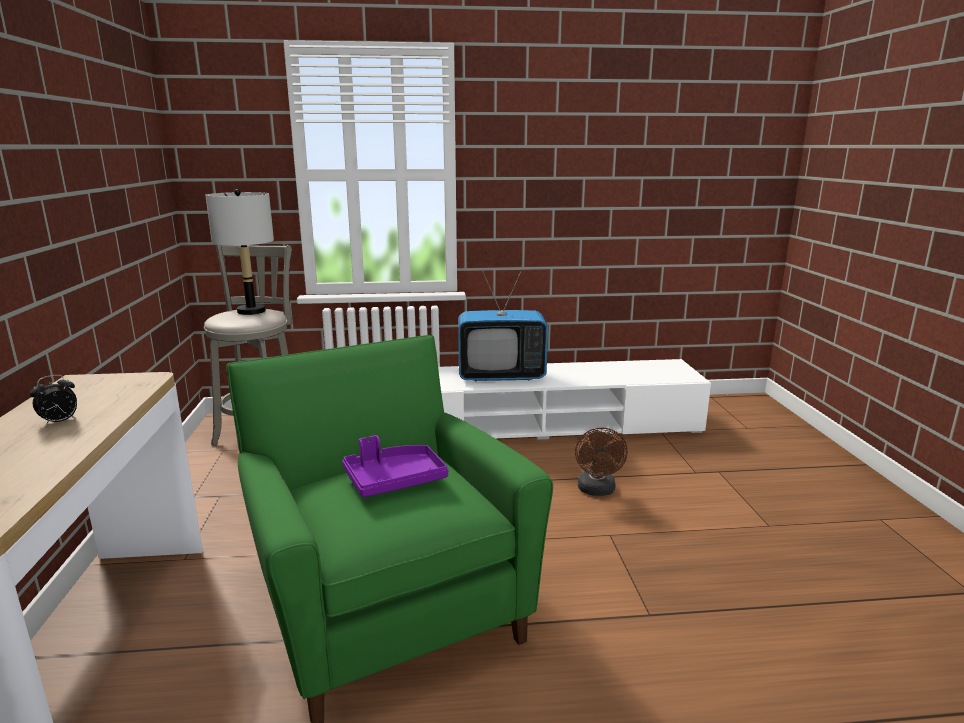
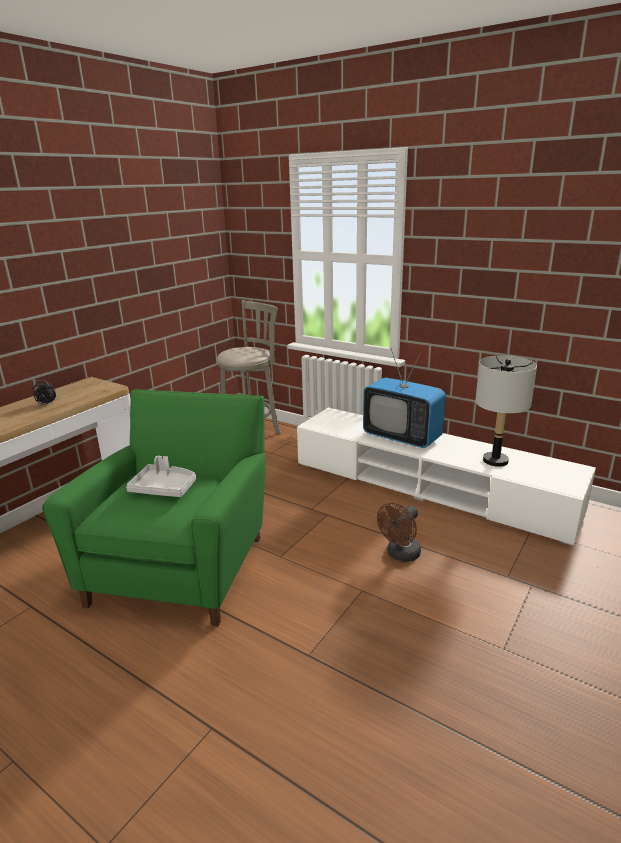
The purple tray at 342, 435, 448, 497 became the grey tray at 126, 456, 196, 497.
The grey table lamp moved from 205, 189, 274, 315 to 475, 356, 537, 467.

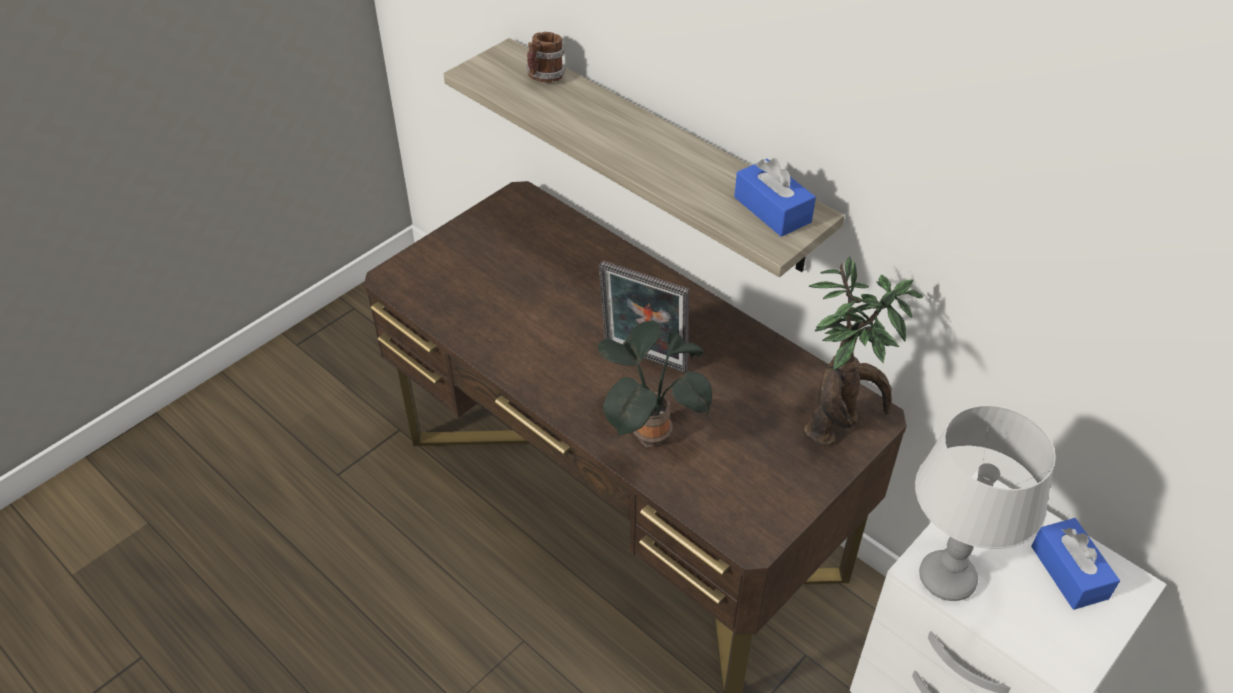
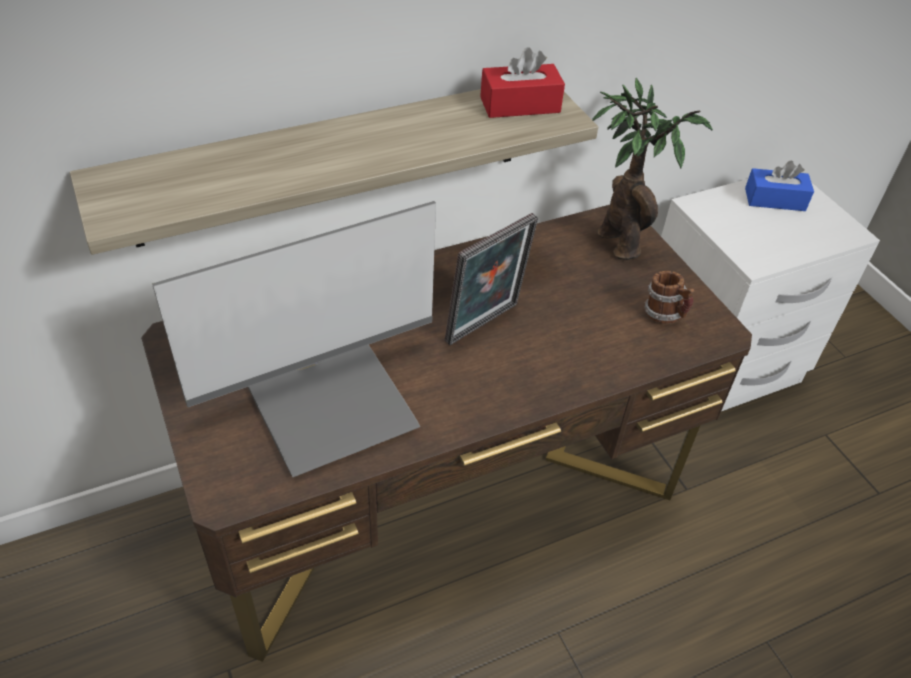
The monitor at 152, 201, 436, 477 appeared.
The blue tissue box at 734, 158, 816, 237 became the red tissue box at 480, 47, 565, 118.
The mug moved from 526, 32, 566, 82 to 645, 271, 695, 324.
The potted plant at 598, 321, 712, 448 disappeared.
The grey table lamp at 915, 405, 1056, 601 disappeared.

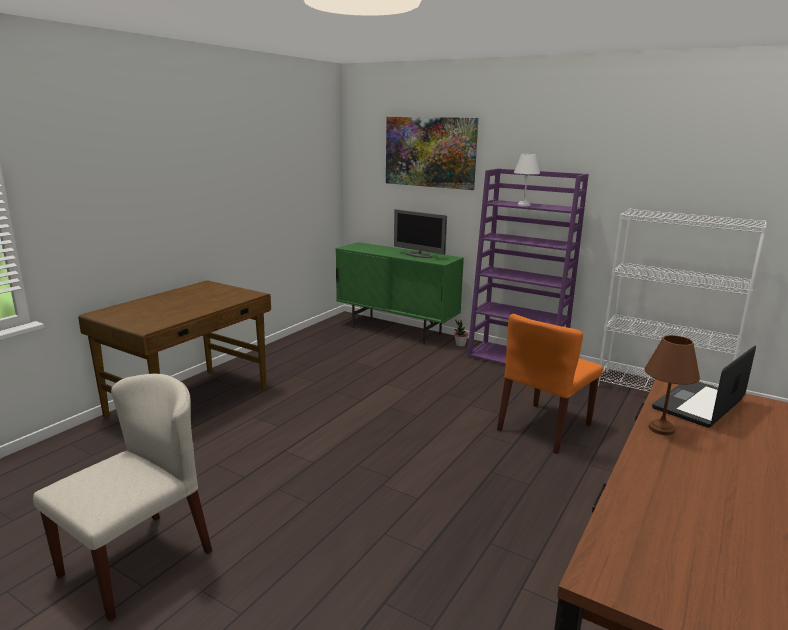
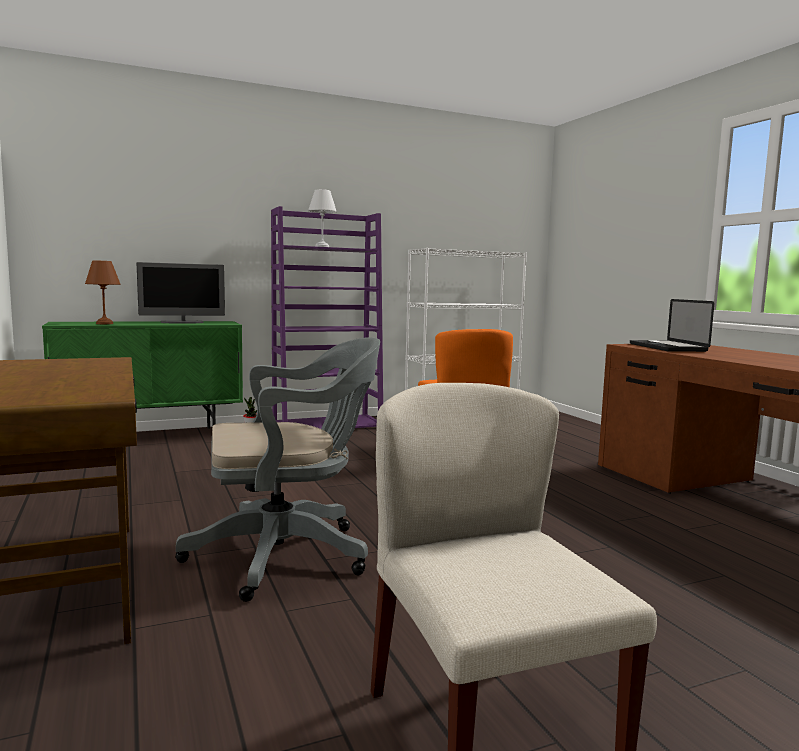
The brown table lamp moved from 645, 335, 700, 435 to 85, 260, 120, 324.
The grey office chair at 175, 337, 380, 602 appeared.
The picture at 386, 117, 478, 190 disappeared.

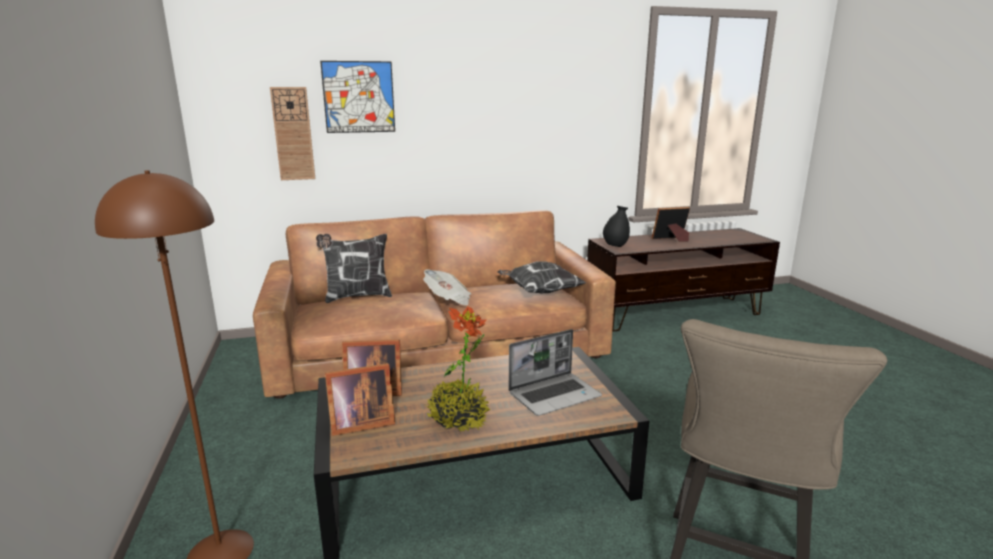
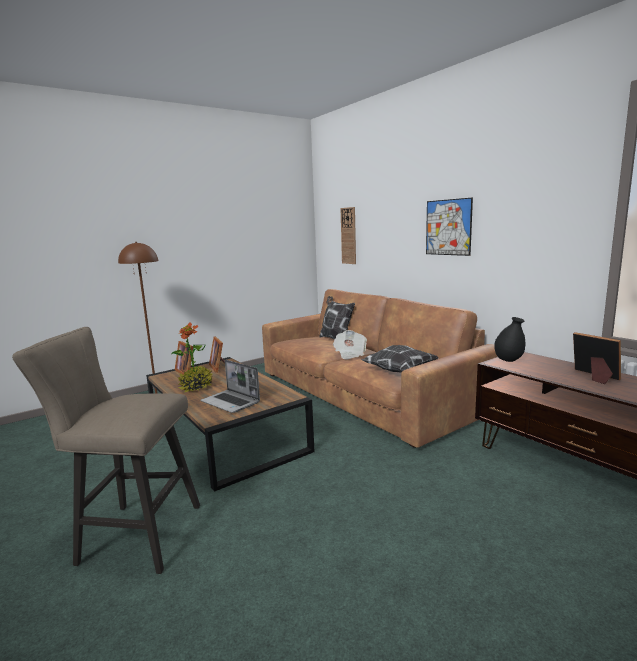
The picture moved from 320, 61, 395, 133 to 426, 198, 473, 256.

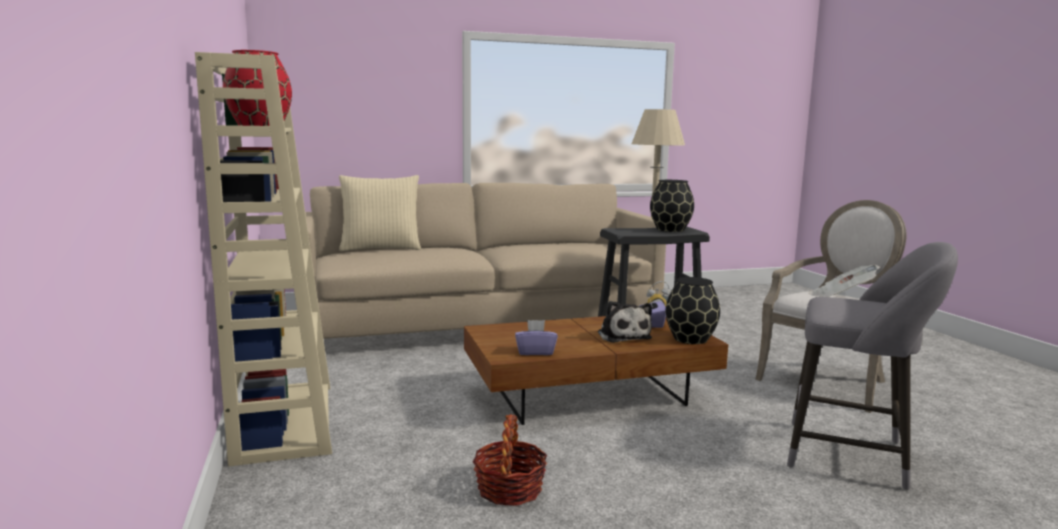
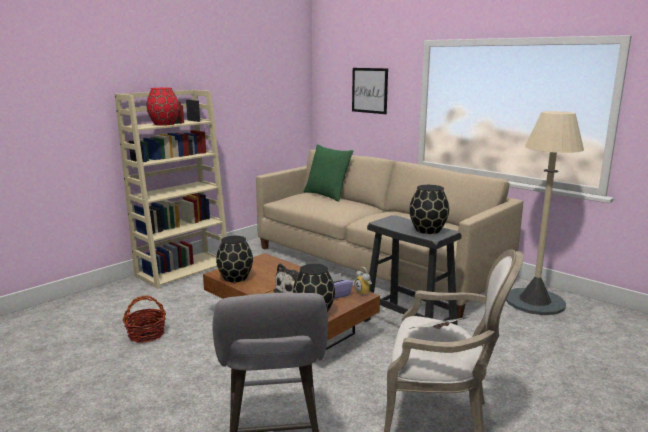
The purple tissue box at 515, 320, 558, 355 was replaced by the black vase at 216, 236, 253, 282.
The beige pillow at 339, 175, 422, 251 became the green pillow at 304, 144, 353, 202.
The picture at 352, 68, 388, 114 appeared.

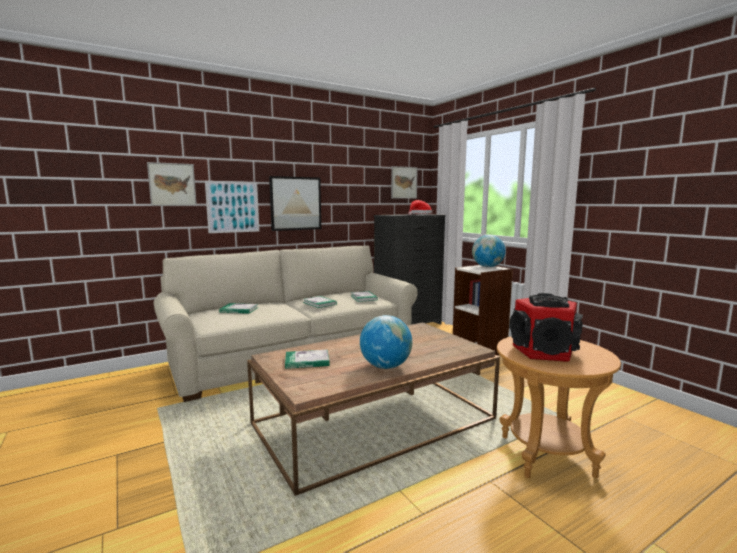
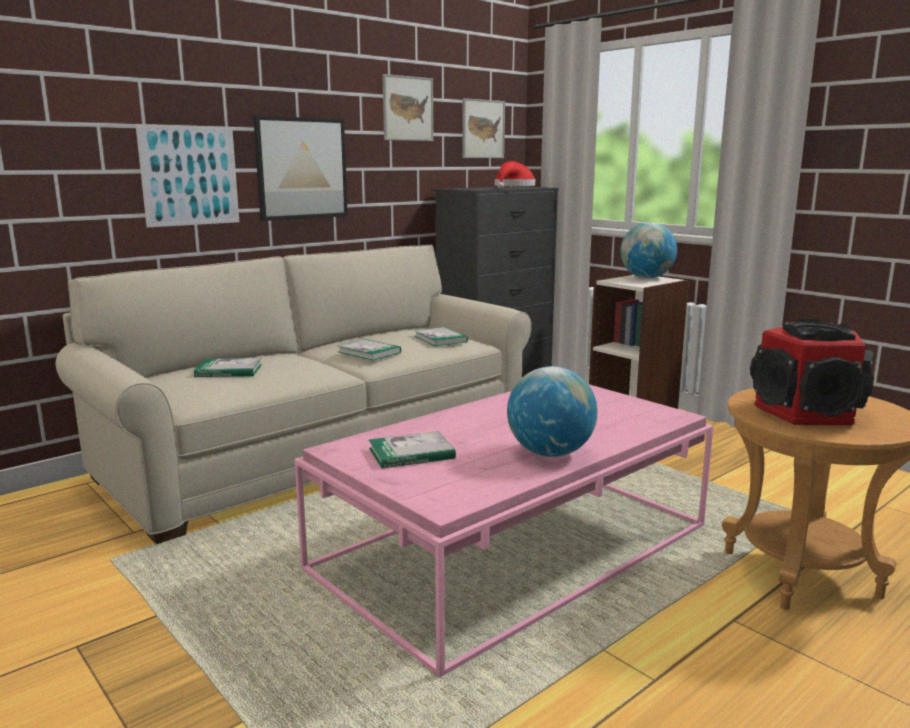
The brown coffee table at 247, 322, 500, 496 became the pink coffee table at 295, 384, 714, 677.
The picture moved from 147, 162, 197, 206 to 382, 74, 433, 141.

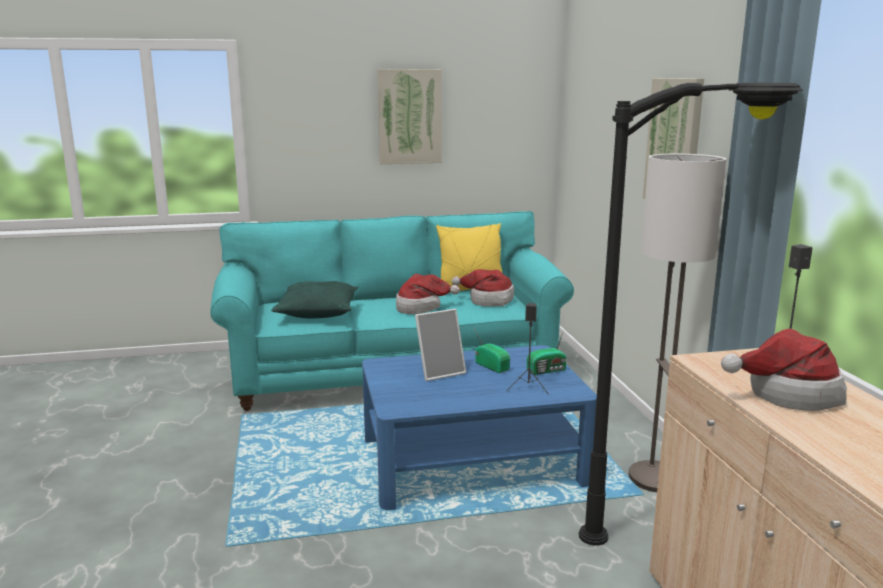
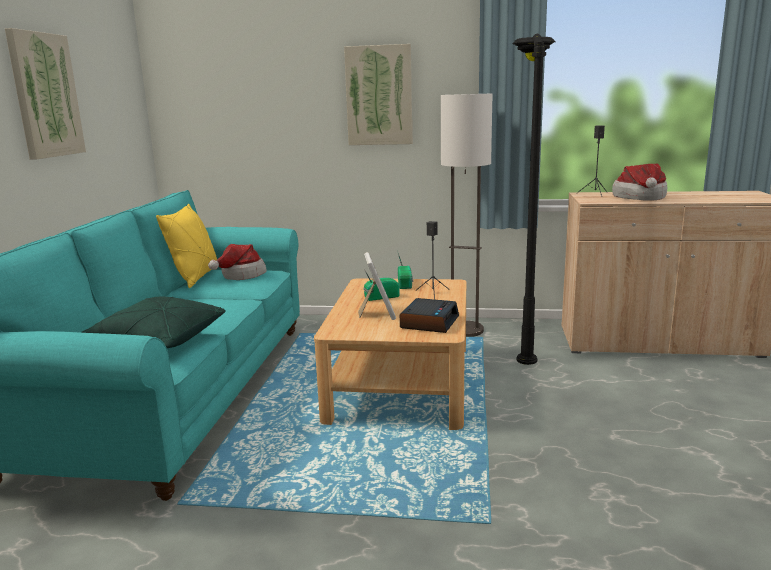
The blue coffee table at 362, 345, 597, 510 became the beige coffee table at 314, 278, 467, 430.
The alarm clock at 400, 298, 459, 333 appeared.
The hat at 396, 274, 460, 314 disappeared.

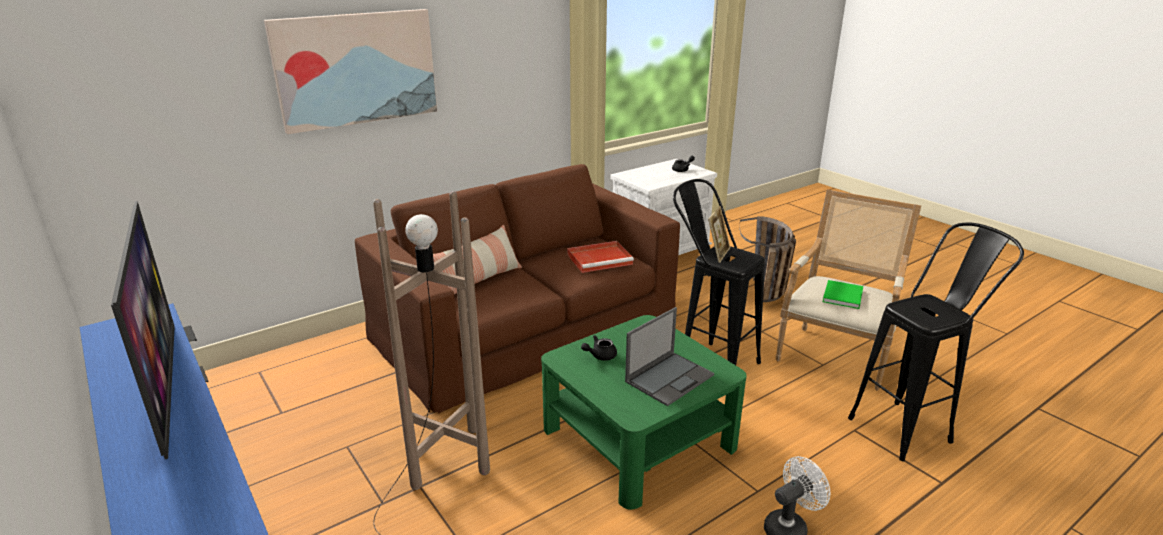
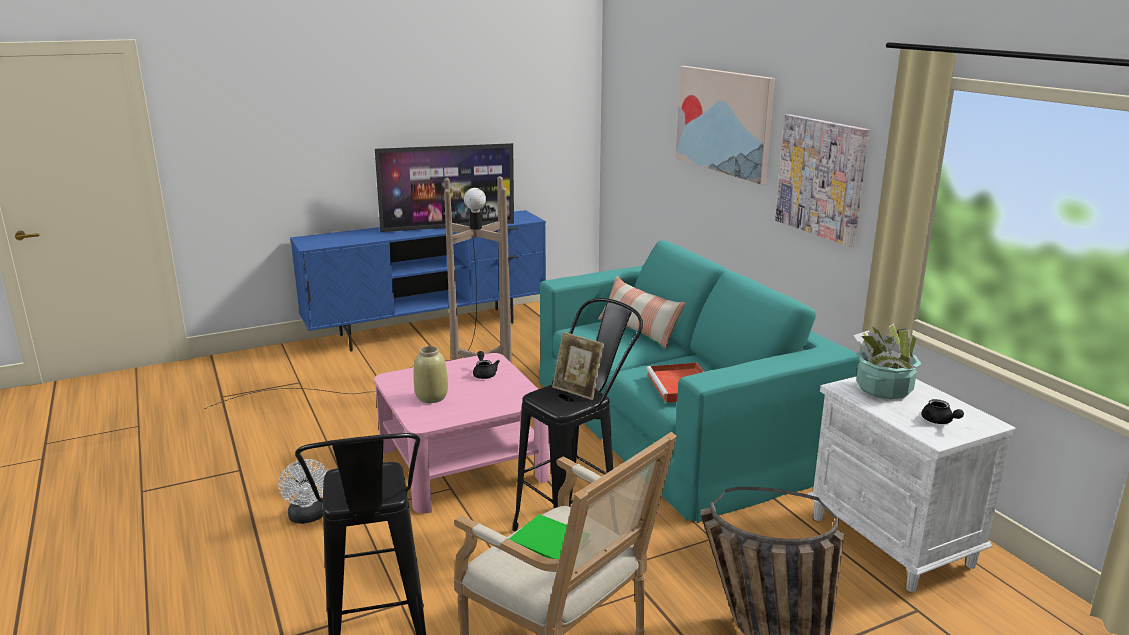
The green coffee table at 541, 315, 747, 510 became the pink coffee table at 374, 353, 550, 514.
The laptop at 625, 307, 714, 406 was replaced by the beige vase at 414, 346, 448, 403.
The brown sofa at 355, 164, 680, 414 became the turquoise sofa at 539, 240, 860, 523.
The picture at 775, 114, 869, 247 appeared.
The potted plant at 854, 323, 921, 399 appeared.

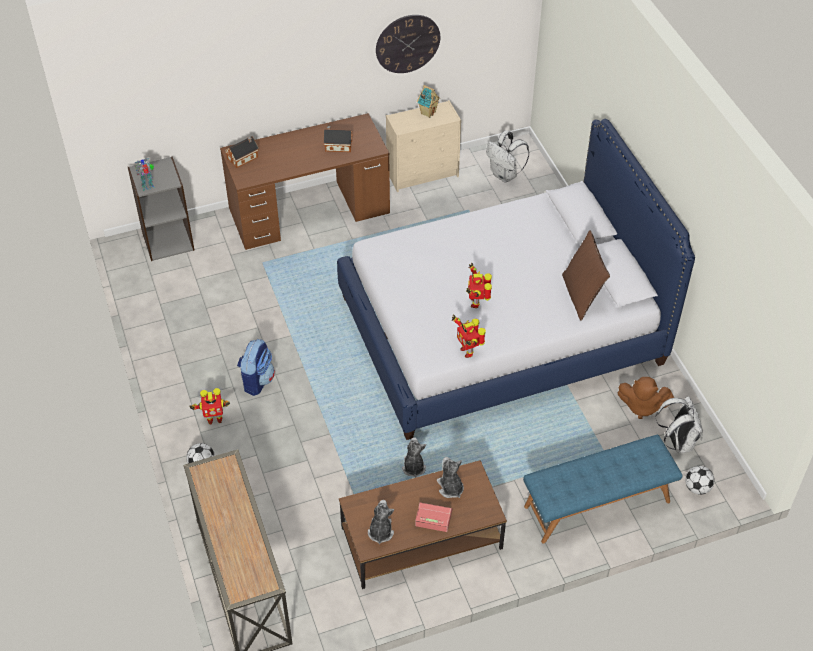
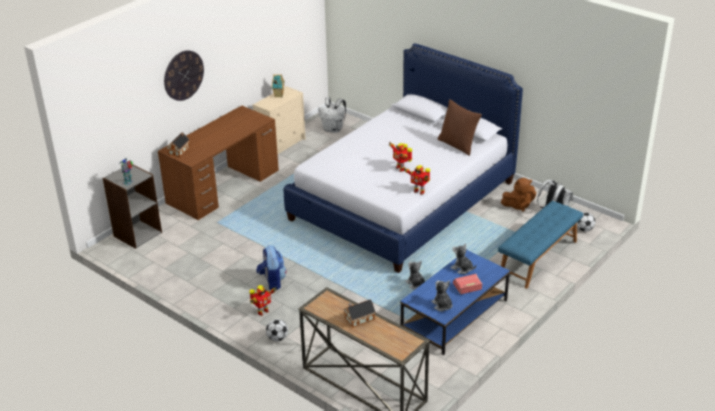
The wall clock moved from 376, 15, 440, 73 to 164, 50, 204, 101.
The toy house moved from 323, 126, 353, 152 to 343, 299, 375, 328.
The brown coffee table at 339, 460, 507, 589 became the blue coffee table at 400, 250, 510, 355.

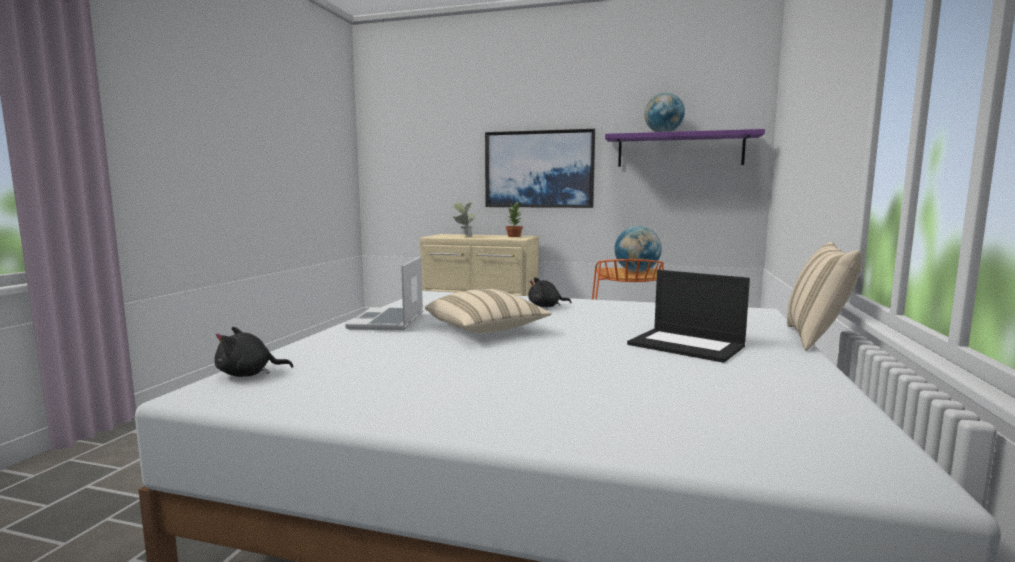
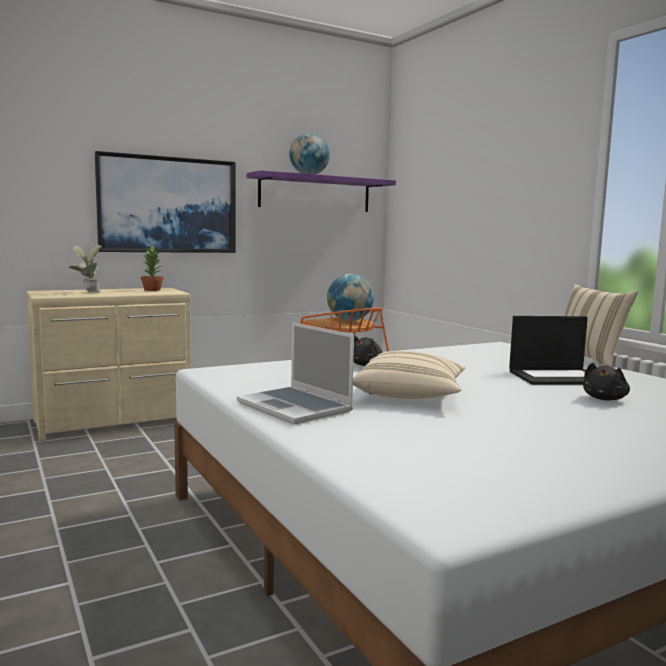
The black plush toy moved from 215, 327, 293, 377 to 583, 363, 630, 400.

